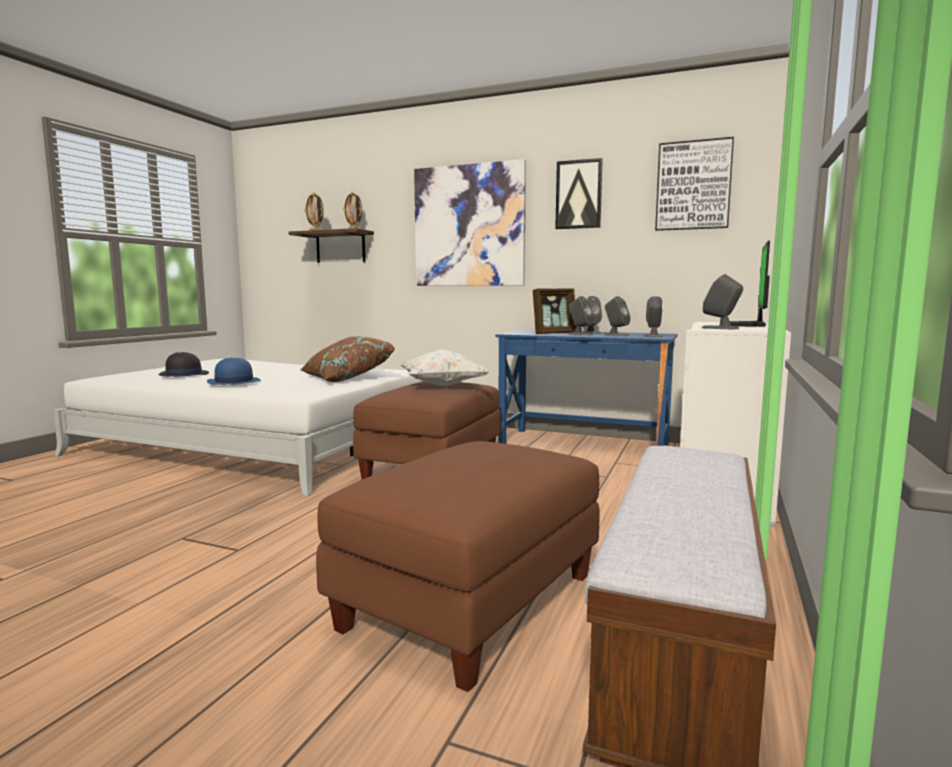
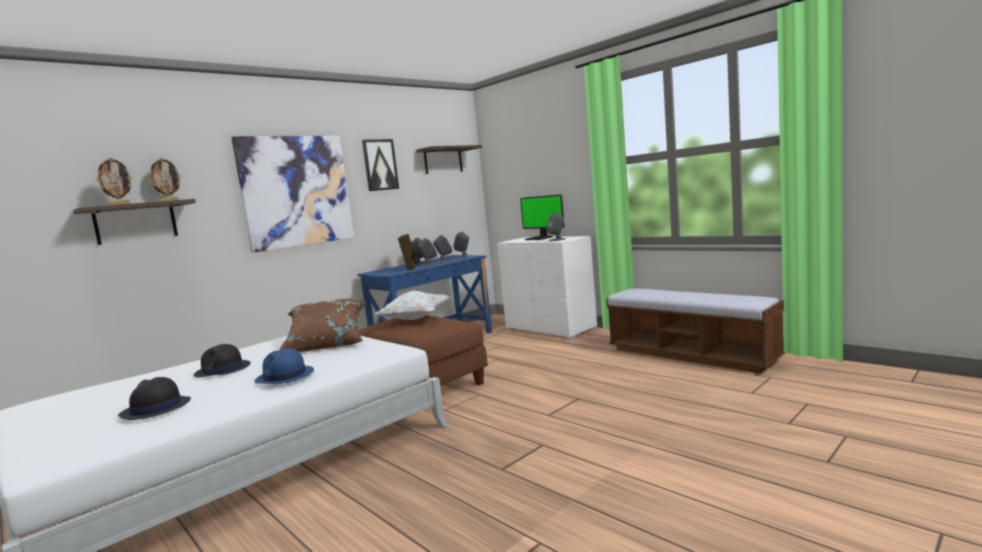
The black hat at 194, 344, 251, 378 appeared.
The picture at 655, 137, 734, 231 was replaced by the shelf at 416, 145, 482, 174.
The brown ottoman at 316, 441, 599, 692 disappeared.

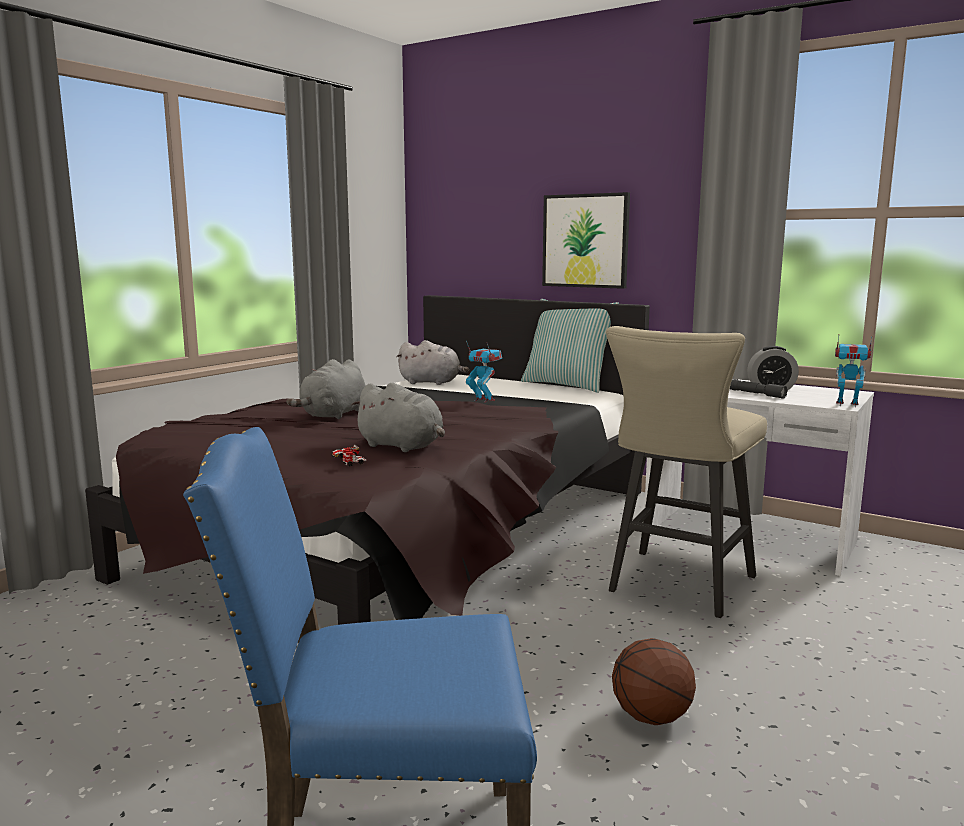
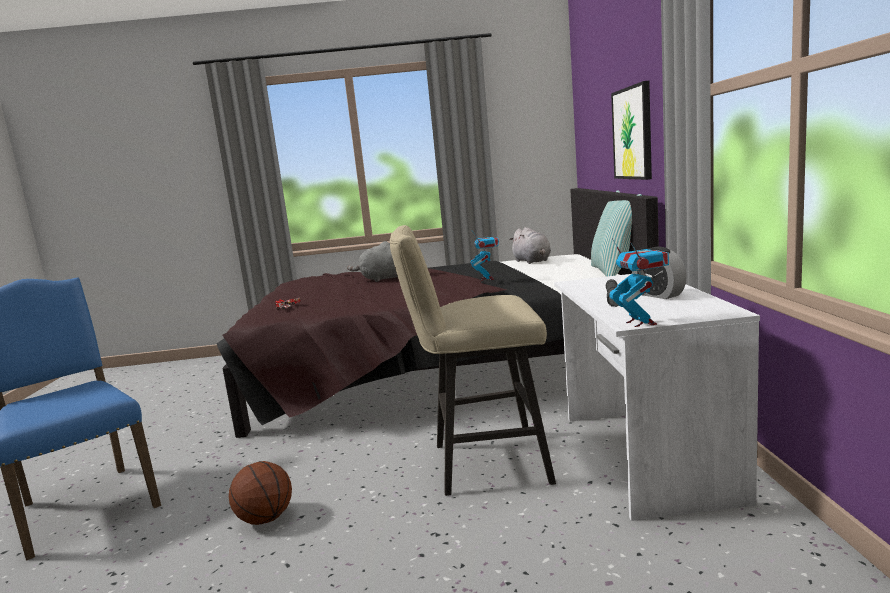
The grey plush toy at 351, 383, 445, 452 disappeared.

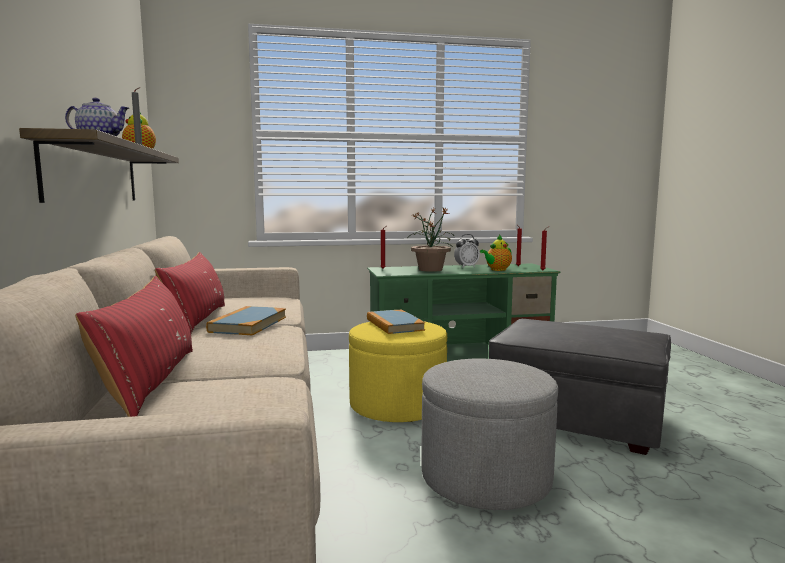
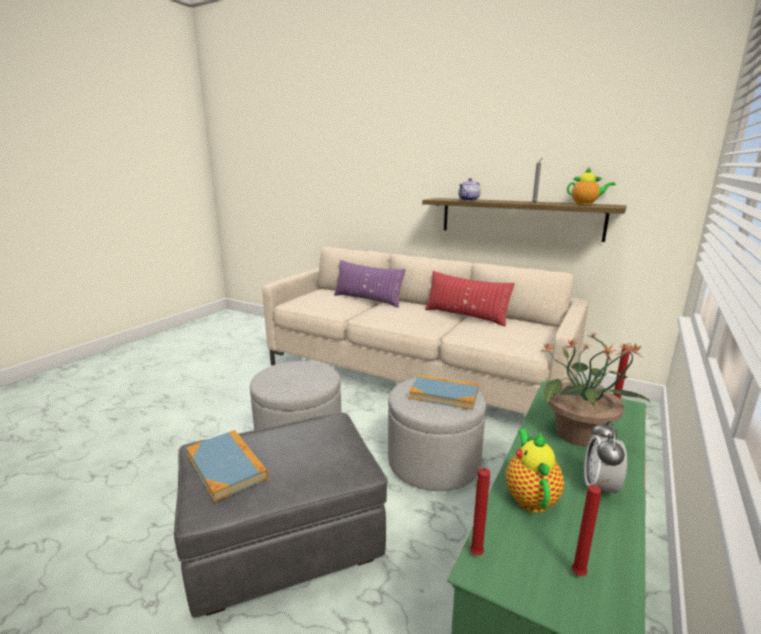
The book moved from 206, 306, 286, 335 to 186, 430, 269, 503.
The red pillow at 75, 276, 193, 417 became the purple pillow at 334, 260, 406, 308.
The yellow ottoman at 349, 321, 447, 422 became the grey ottoman at 388, 376, 486, 491.

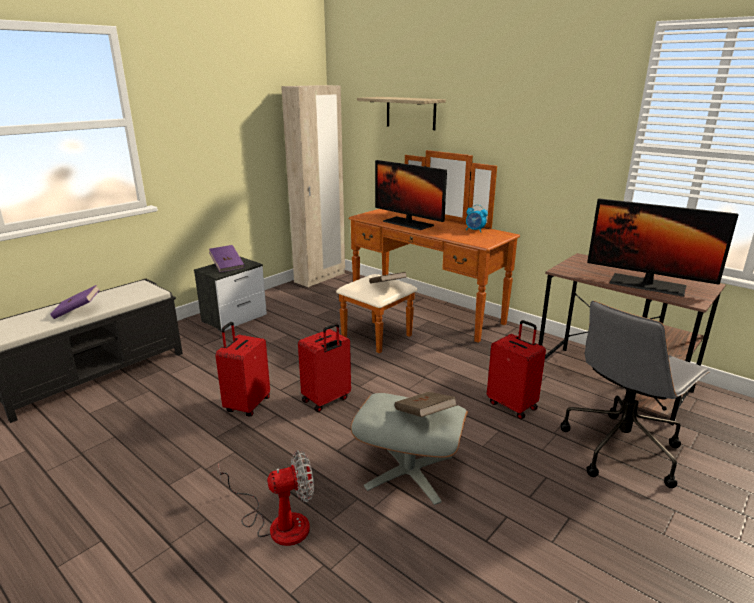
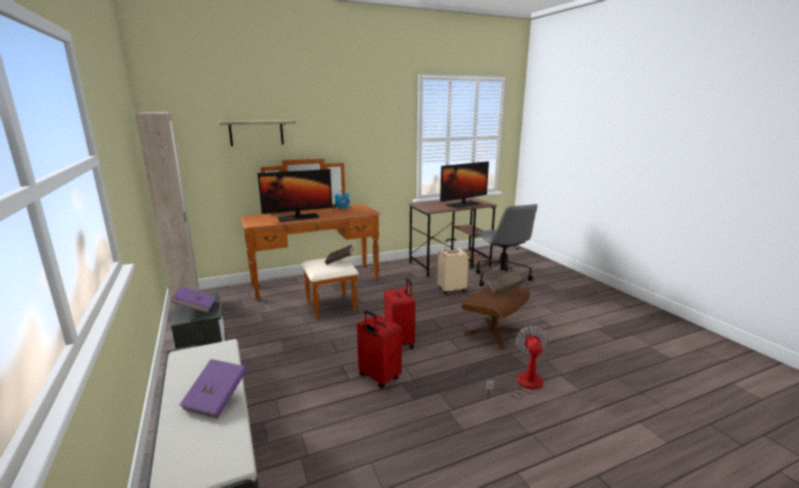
The red suitcase at 487, 320, 546, 419 became the beige suitcase at 437, 238, 469, 295.
The grey ottoman at 351, 393, 468, 505 became the brown ottoman at 461, 284, 530, 349.

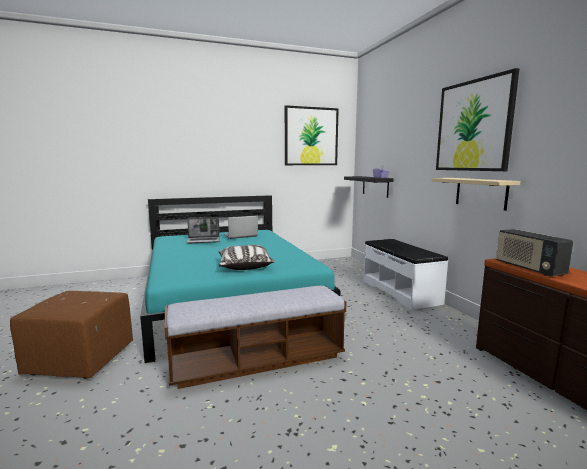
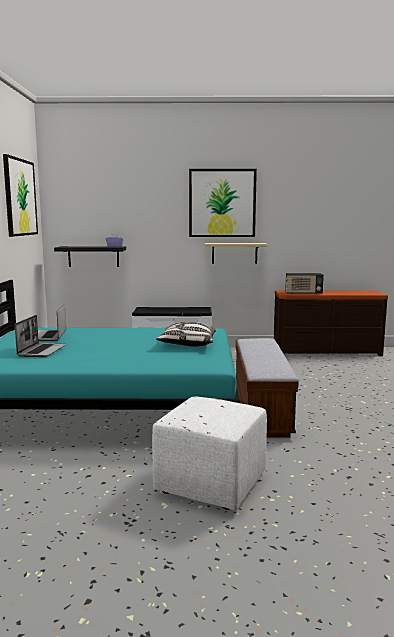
The brown ottoman at 10, 291, 133, 378 became the white ottoman at 152, 397, 267, 511.

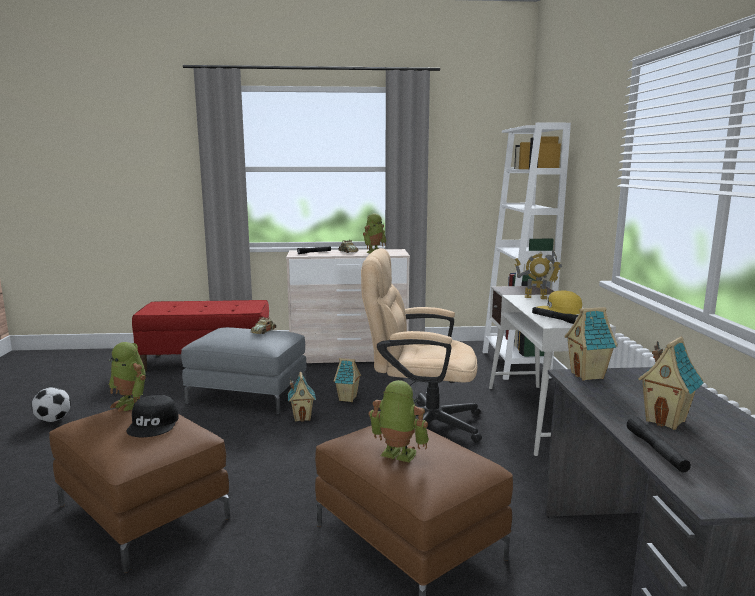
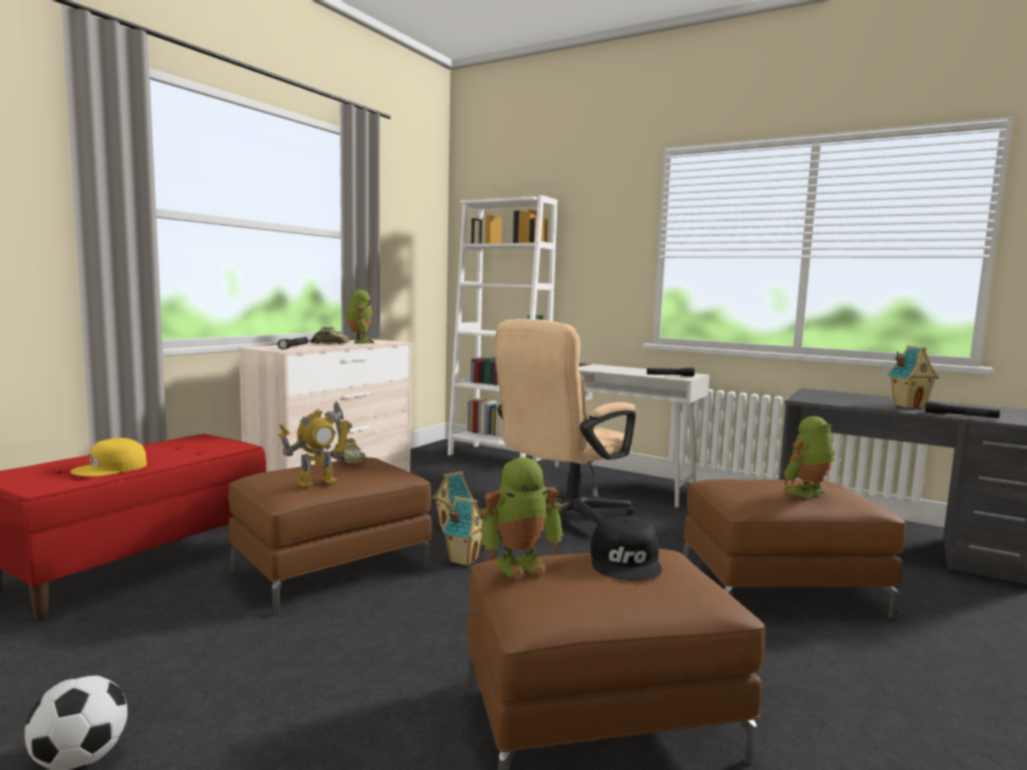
The yellow cap moved from 537, 291, 582, 315 to 70, 438, 147, 477.
The grey ottoman at 181, 327, 306, 414 became the brown ottoman at 228, 457, 432, 615.
The toy robot moved from 514, 249, 562, 299 to 278, 401, 352, 487.
The black cap at 126, 395, 179, 437 turned 60 degrees clockwise.
The toy house at 564, 307, 618, 381 disappeared.

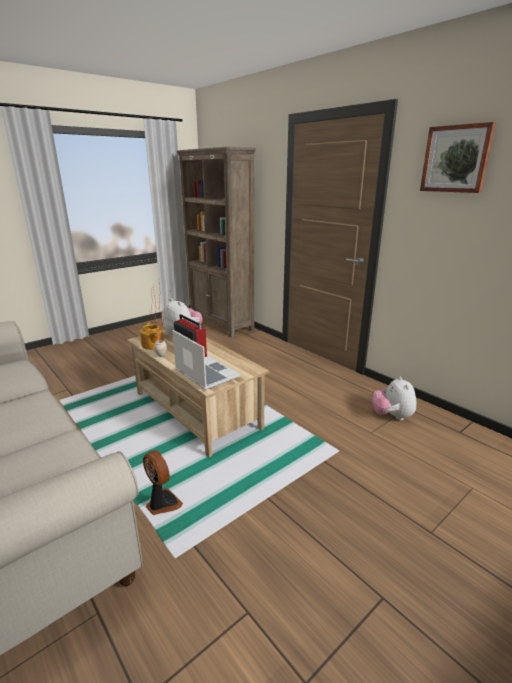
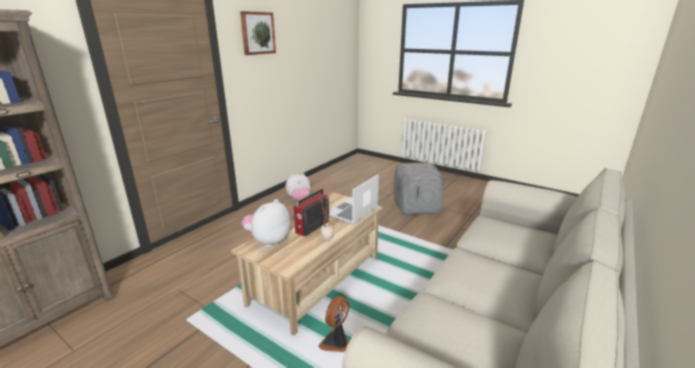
The fan moved from 143, 450, 183, 515 to 318, 295, 349, 352.
The grey ottoman at 394, 163, 444, 215 appeared.
The teapot at 140, 322, 164, 350 disappeared.

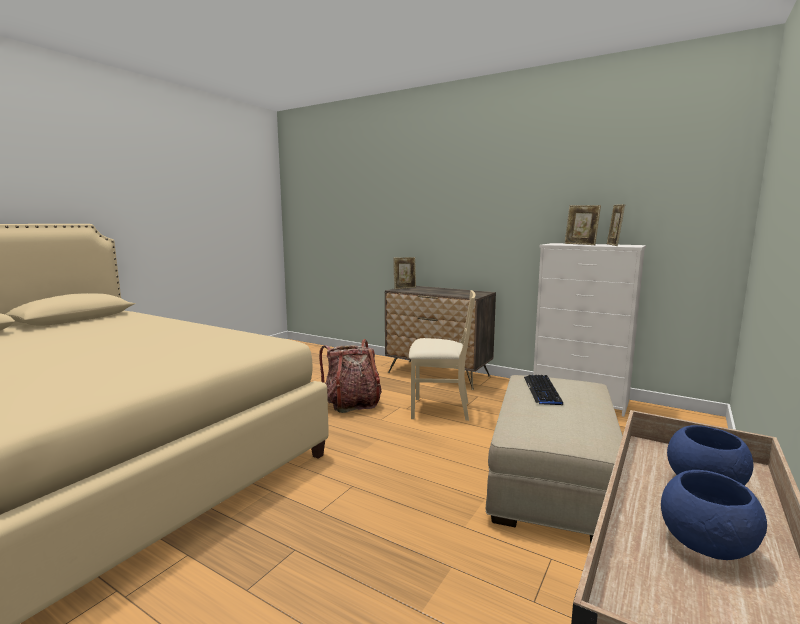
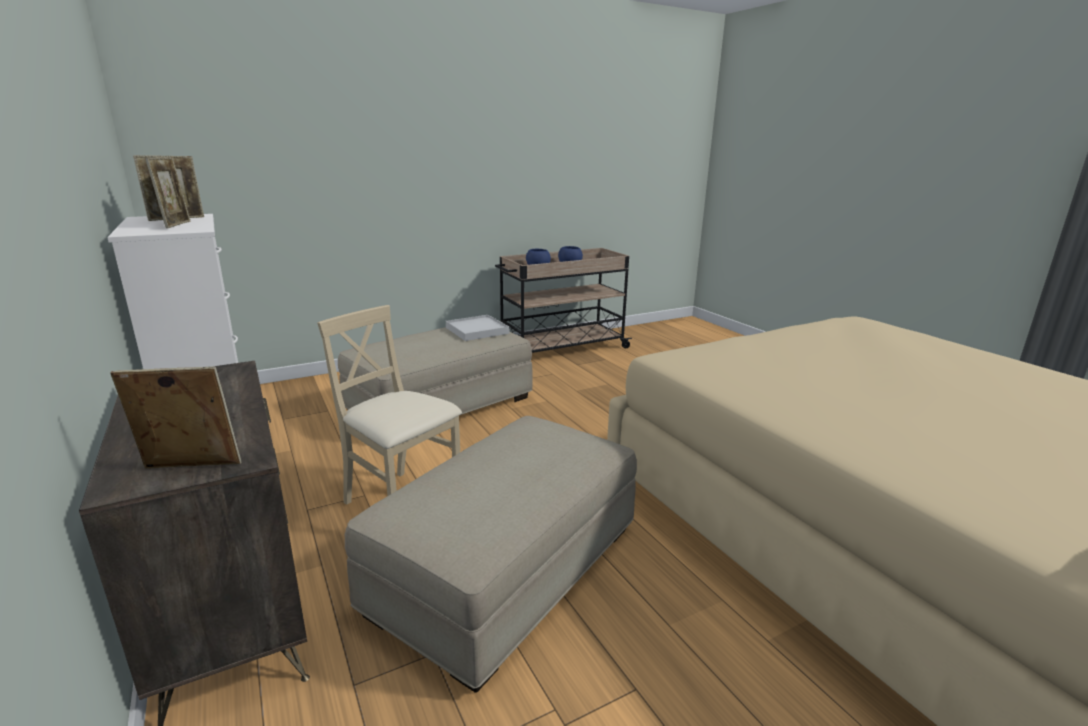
The backpack at 319, 339, 382, 413 was replaced by the beige ottoman at 345, 416, 637, 693.
The white tray at 446, 315, 509, 341 appeared.
The keyboard at 524, 375, 563, 405 disappeared.

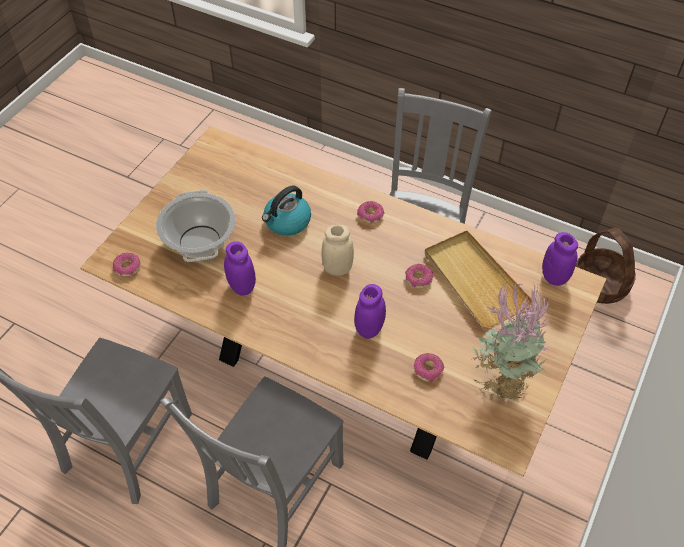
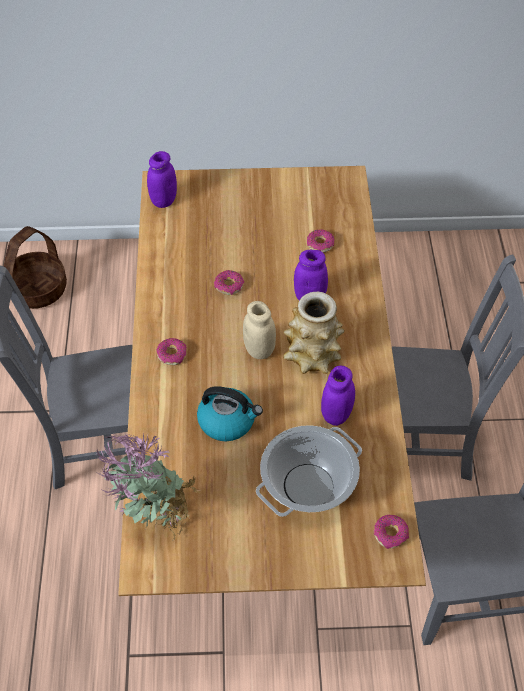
The potted plant moved from 472, 282, 550, 401 to 96, 431, 198, 541.
The vase at 283, 292, 345, 374 appeared.
The beige tray at 425, 231, 532, 328 disappeared.

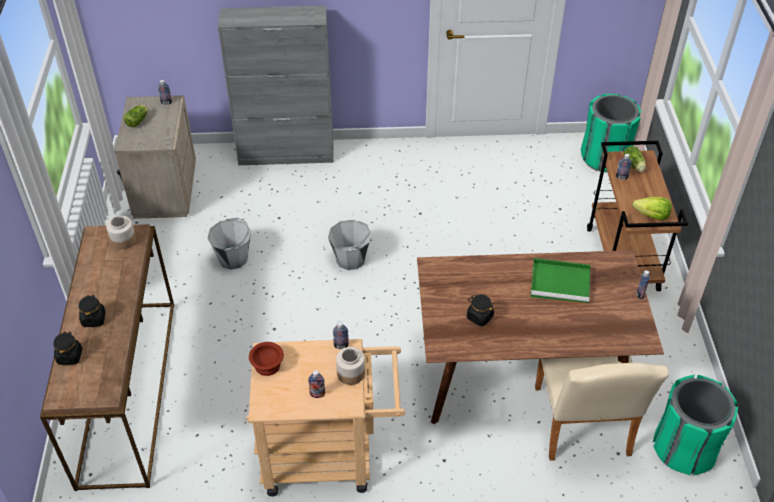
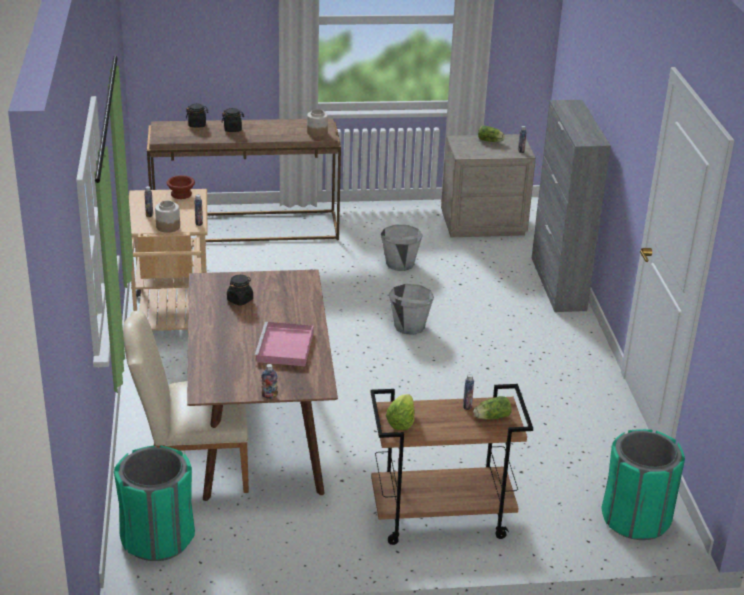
The green tray at 530, 258, 591, 304 became the pink tray at 254, 322, 314, 366.

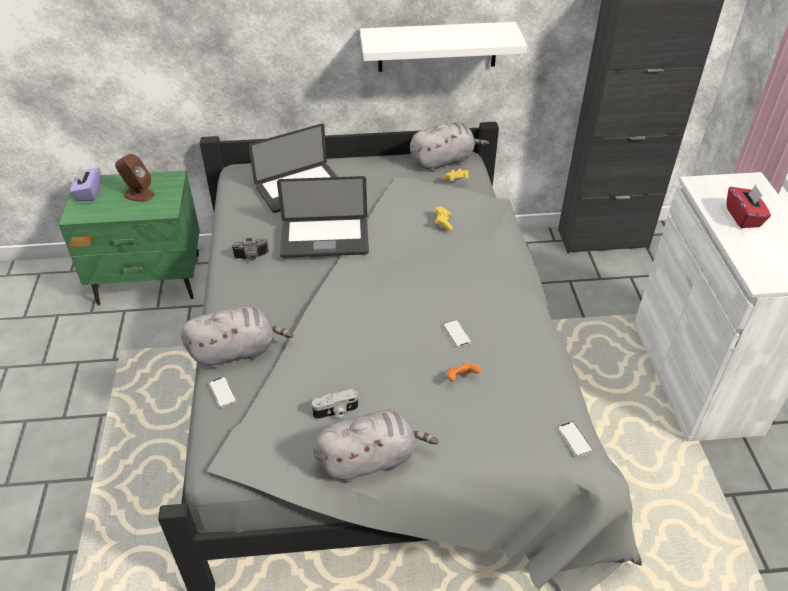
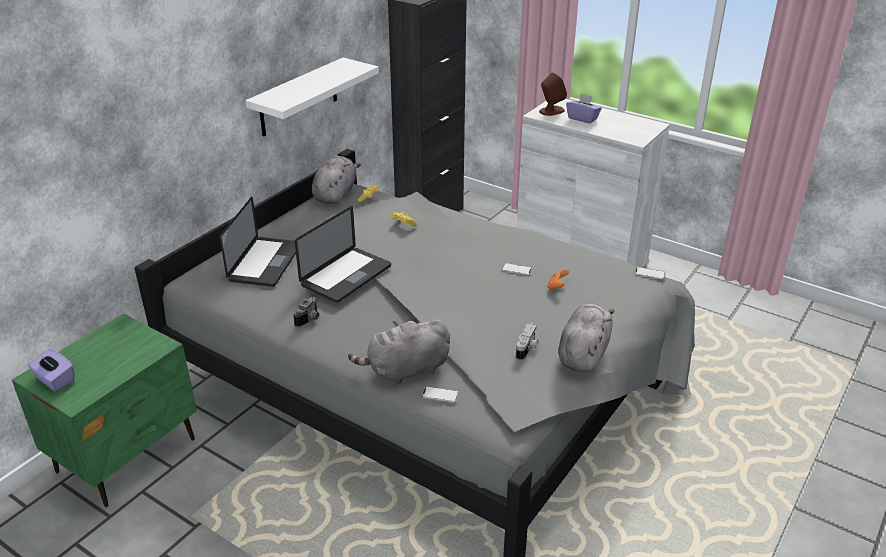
The grey plush toy at 181, 306, 293, 368 turned 135 degrees counterclockwise.
The brown speaker moved from 115, 154, 154, 202 to 539, 72, 567, 116.
The red tissue box at 726, 185, 771, 228 became the purple tissue box at 566, 93, 602, 124.

